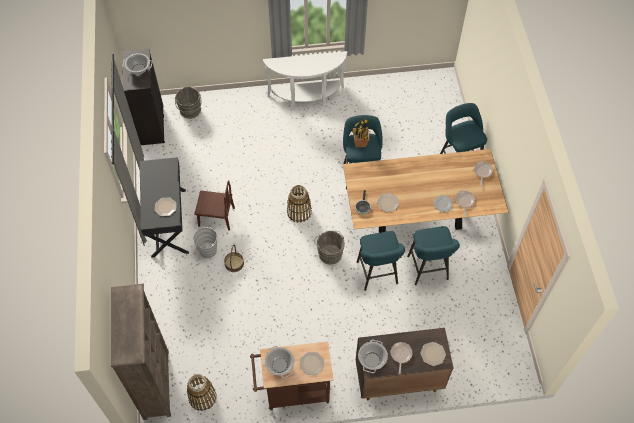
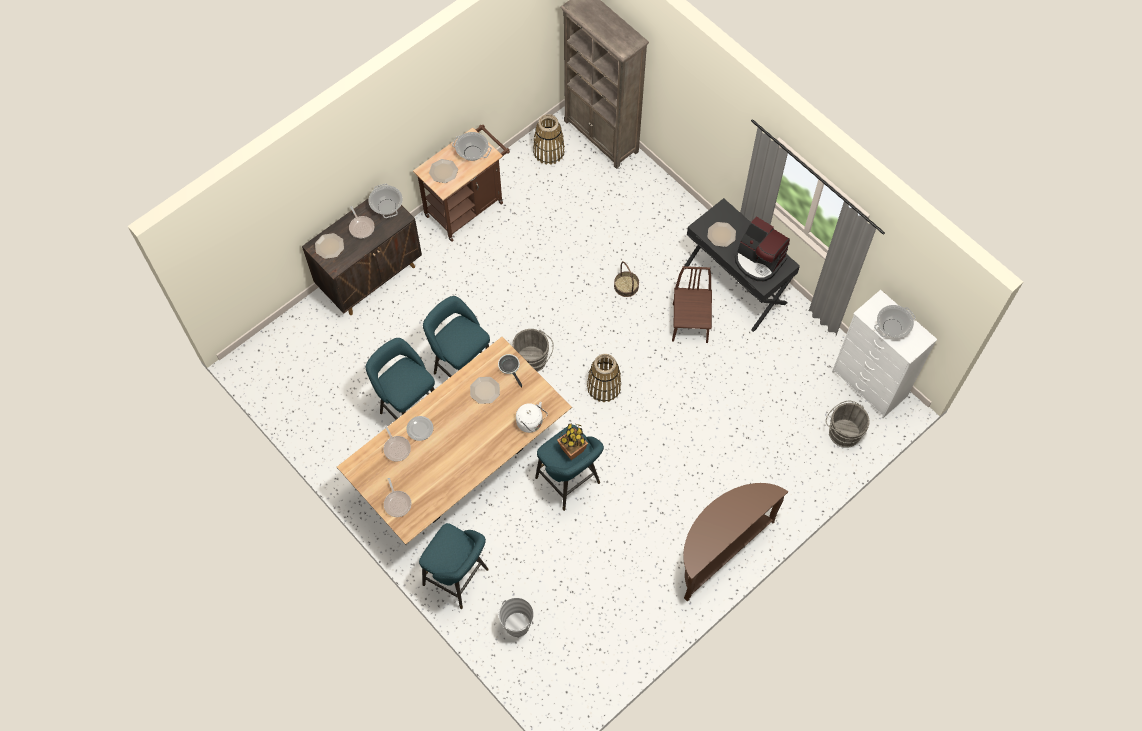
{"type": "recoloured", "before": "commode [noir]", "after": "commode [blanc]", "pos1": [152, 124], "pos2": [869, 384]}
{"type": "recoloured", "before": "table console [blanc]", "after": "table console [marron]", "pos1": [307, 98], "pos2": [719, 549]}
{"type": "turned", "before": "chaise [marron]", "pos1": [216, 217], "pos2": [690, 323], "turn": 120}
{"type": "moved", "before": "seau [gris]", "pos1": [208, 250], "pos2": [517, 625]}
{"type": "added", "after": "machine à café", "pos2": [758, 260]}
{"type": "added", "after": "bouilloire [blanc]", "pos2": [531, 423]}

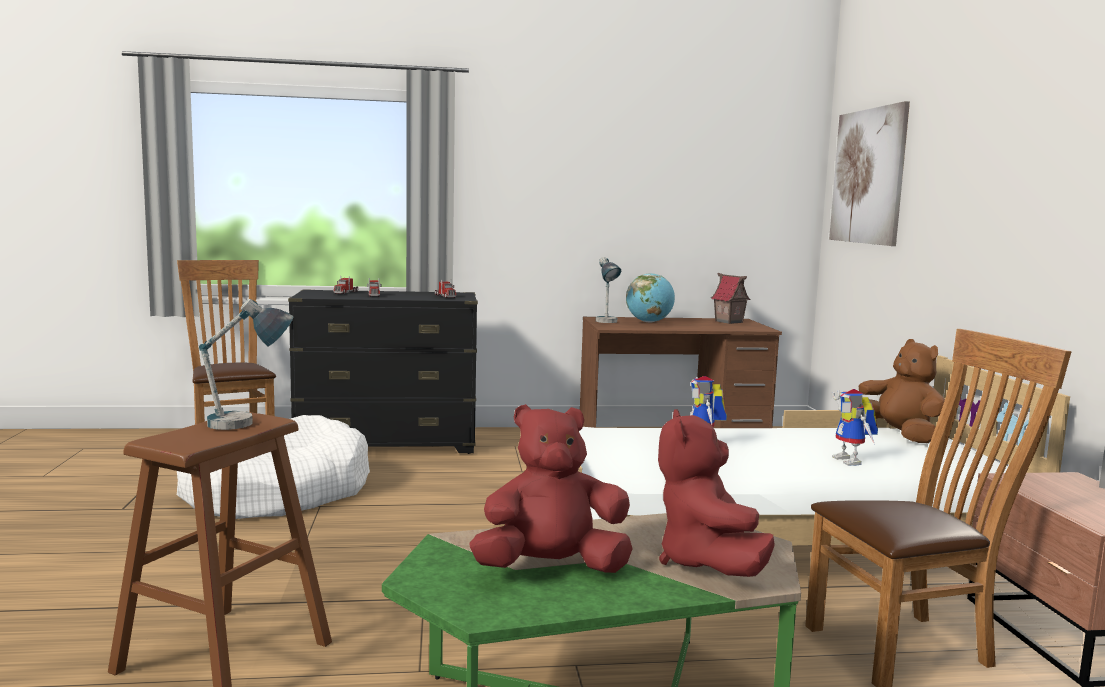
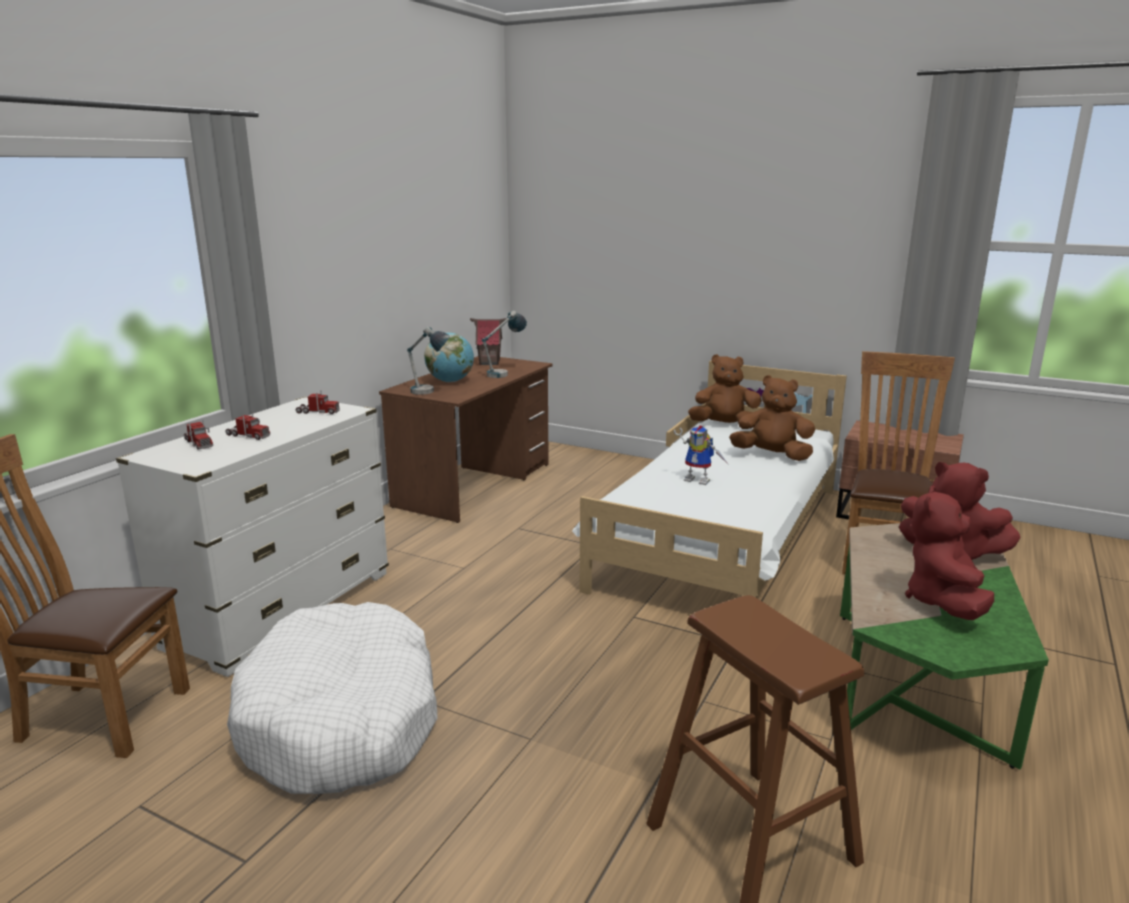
{"type": "removed", "before": "tableau", "pos1": [868, 176]}
{"type": "recoloured", "before": "commode [noir]", "after": "commode [blanc]", "pos1": [387, 444], "pos2": [282, 609]}
{"type": "moved", "before": "lampe de table", "pos1": [247, 425], "pos2": [504, 373]}
{"type": "replaced", "before": "robot jouet", "after": "peluche [marron]", "pos1": [852, 461], "pos2": [772, 455]}

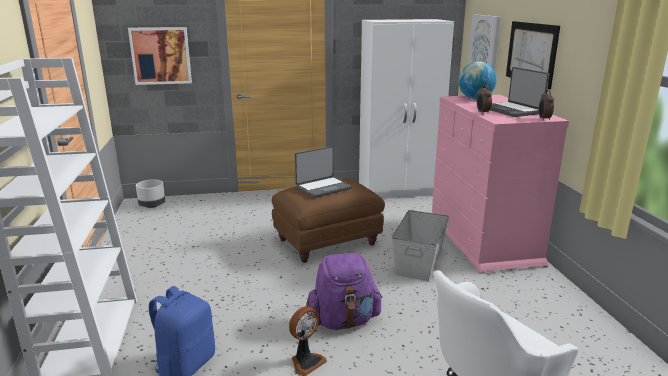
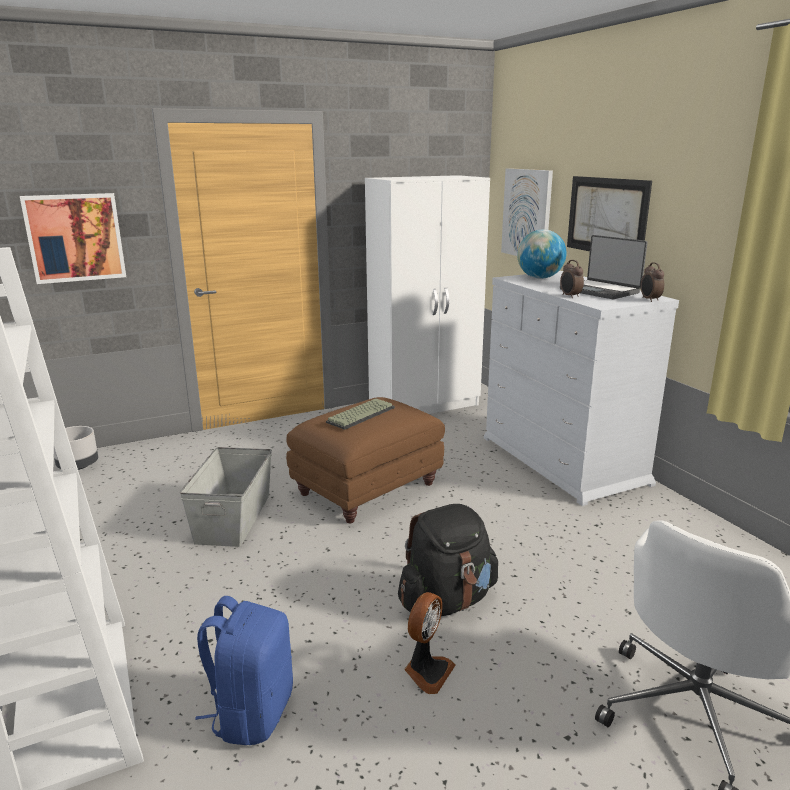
{"type": "recoloured", "before": "commode [rose]", "after": "commode [blanc]", "pos1": [483, 240], "pos2": [563, 460]}
{"type": "replaced", "before": "ordinateur portable", "after": "clavier", "pos1": [323, 188], "pos2": [360, 414]}
{"type": "moved", "before": "boîte de rangement [gris]", "pos1": [418, 261], "pos2": [232, 518]}
{"type": "recoloured", "before": "sac à dos [violet]", "after": "sac à dos [noir]", "pos1": [343, 321], "pos2": [447, 600]}

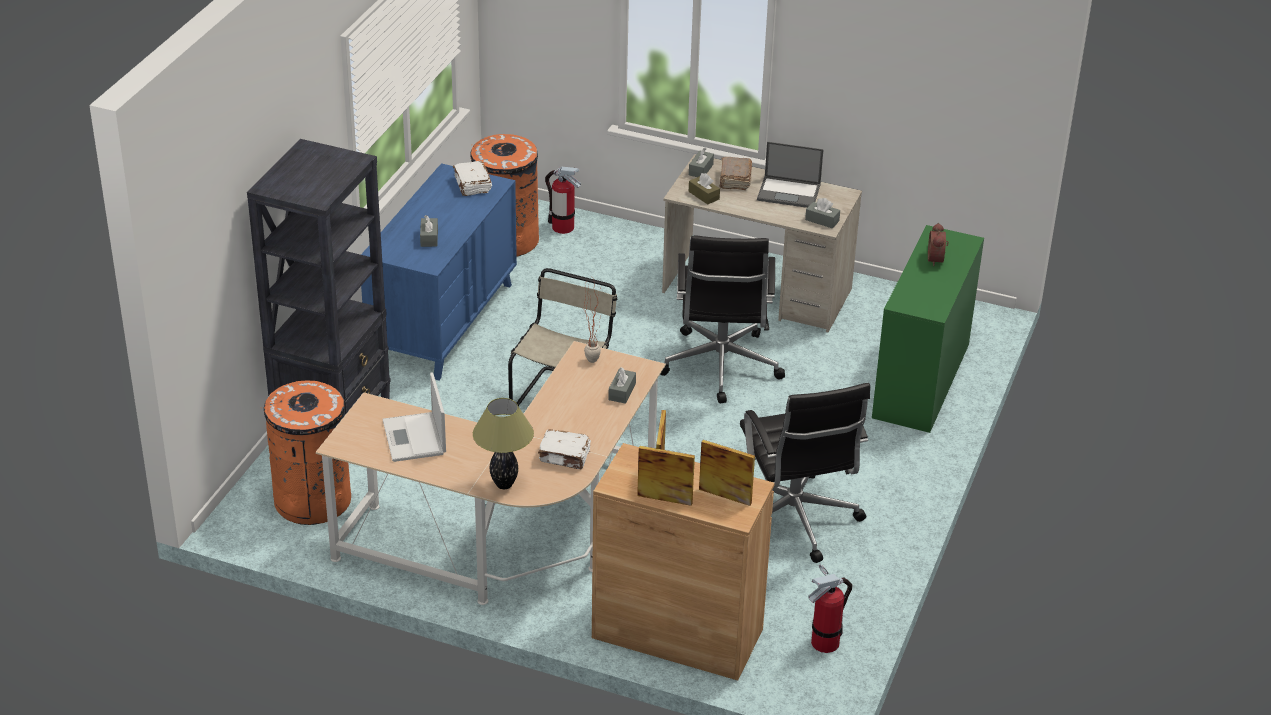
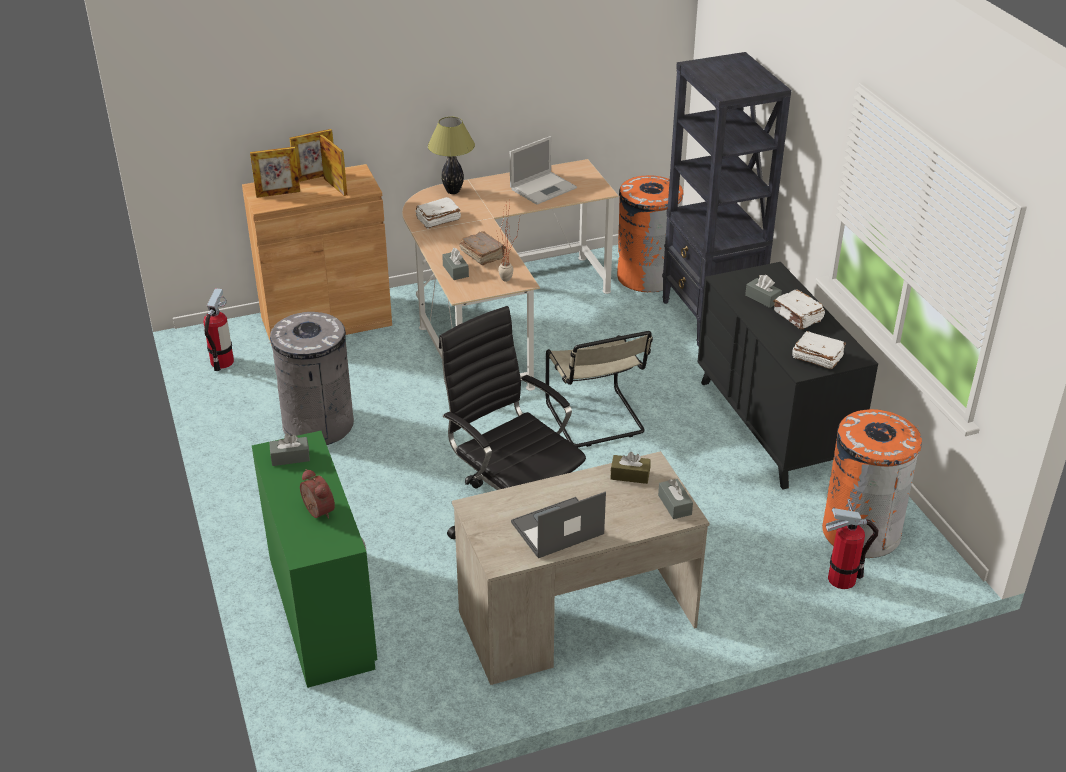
{"type": "moved", "before": "livre [marron]", "pos1": [734, 180], "pos2": [482, 255]}
{"type": "recoloured", "before": "commode [bleu]", "after": "commode [noir]", "pos1": [444, 322], "pos2": [773, 426]}
{"type": "moved", "before": "boîte à mouchoirs [gris]", "pos1": [822, 220], "pos2": [290, 457]}
{"type": "turned", "before": "ordinateur portable", "pos1": [414, 438], "pos2": [544, 188], "turn": 105}
{"type": "replaced", "before": "chaise de bureau [noir]", "after": "poubelle [gris]", "pos1": [794, 521], "pos2": [318, 425]}
{"type": "added", "after": "livre [blanc]", "pos2": [798, 317]}

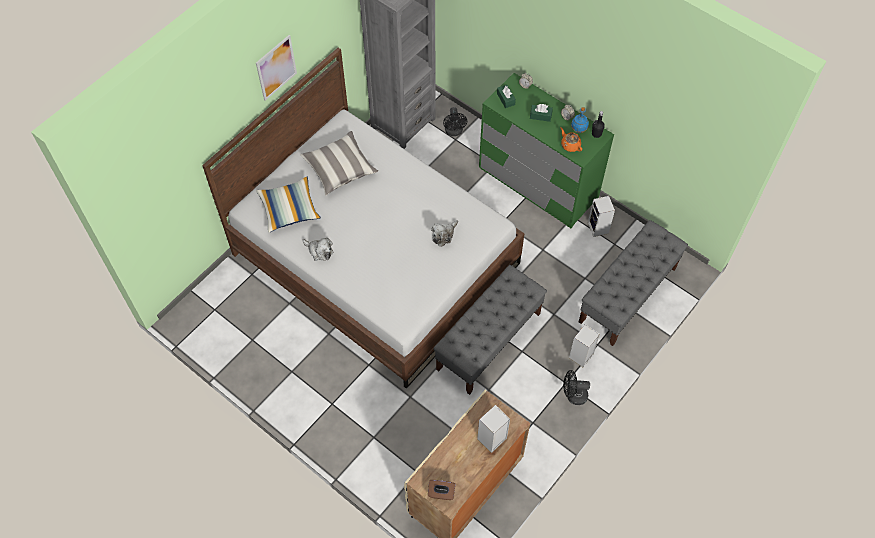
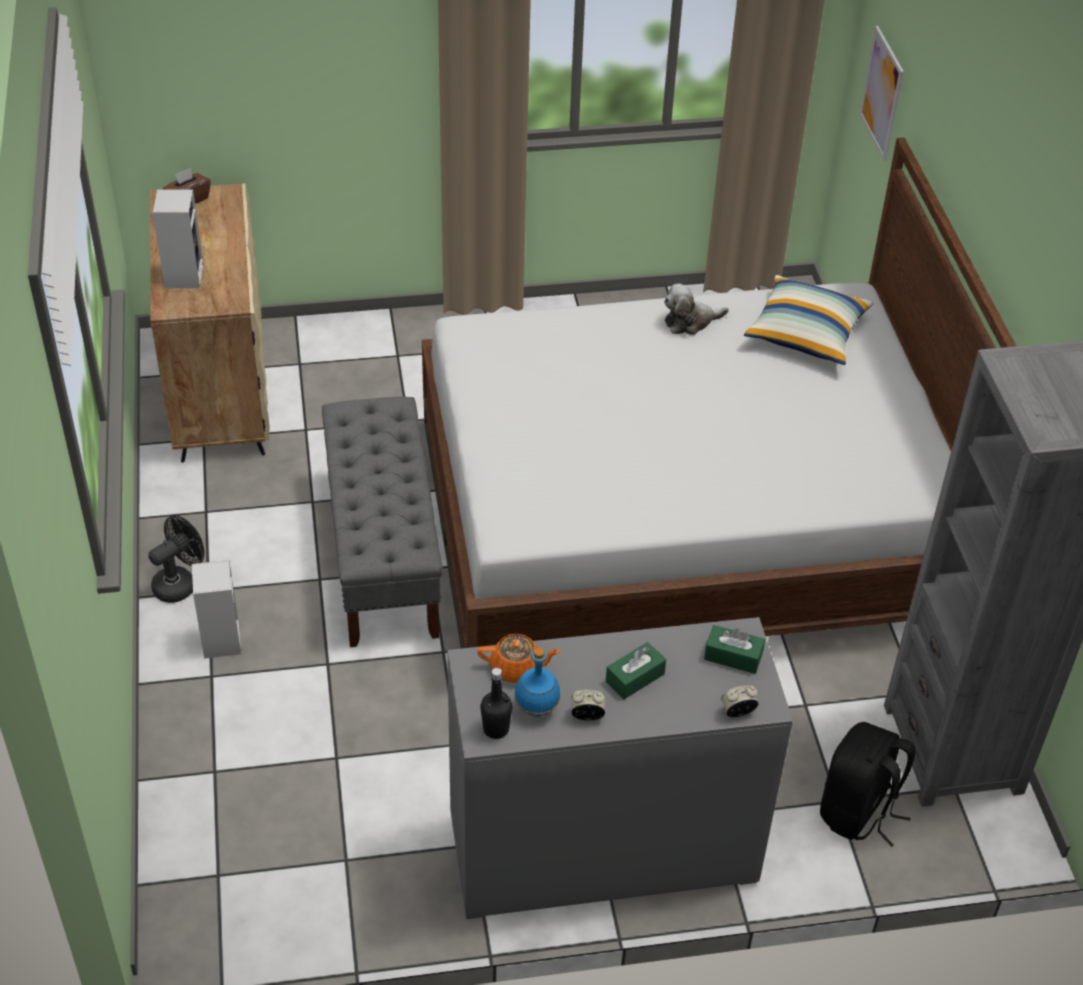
{"type": "moved", "before": "tableau", "pos1": [276, 67], "pos2": [882, 93]}
{"type": "recoloured", "before": "commode [vert]", "after": "commode [gris]", "pos1": [538, 183], "pos2": [602, 851]}
{"type": "replaced", "before": "ventilateur [noir]", "after": "sac à dos [noir]", "pos1": [454, 132], "pos2": [858, 812]}
{"type": "removed", "before": "coussin", "pos1": [339, 169]}
{"type": "removed", "before": "enceinte", "pos1": [598, 228]}
{"type": "removed", "before": "peluche", "pos1": [444, 235]}
{"type": "removed", "before": "banc [gris]", "pos1": [627, 295]}

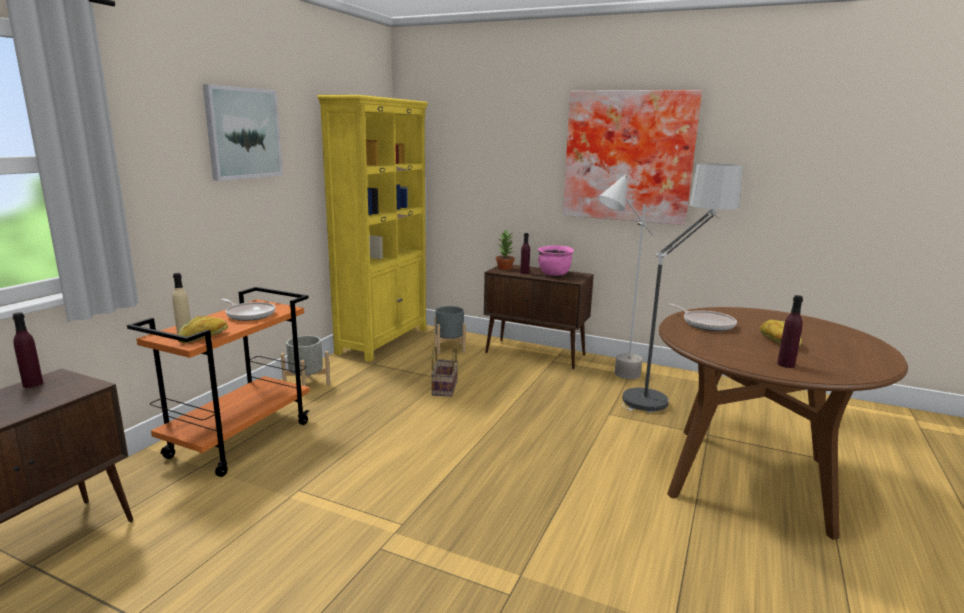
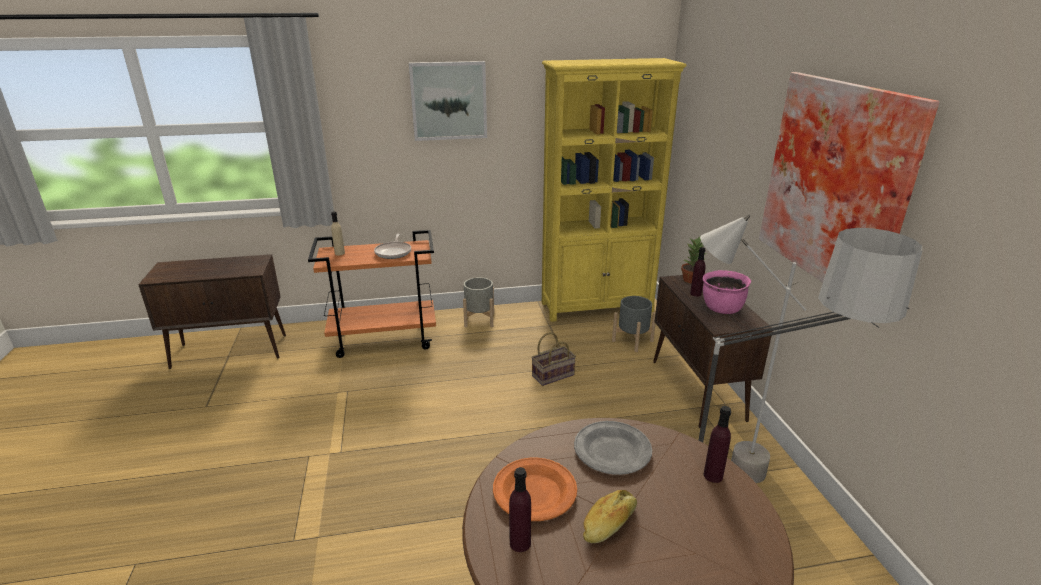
{"type": "replaced", "before": "poêle", "after": "assiette [gris]", "pos1": [706, 324], "pos2": [612, 451]}
{"type": "moved", "before": "bouteille [violet]", "pos1": [33, 384], "pos2": [713, 475]}
{"type": "removed", "before": "pain", "pos1": [204, 337]}
{"type": "added", "after": "assiette [orange]", "pos2": [534, 492]}

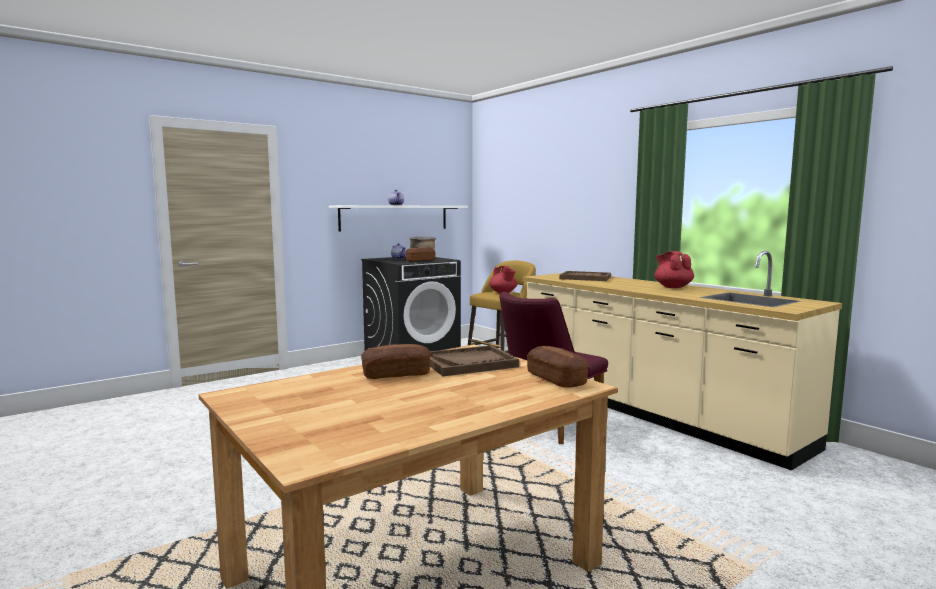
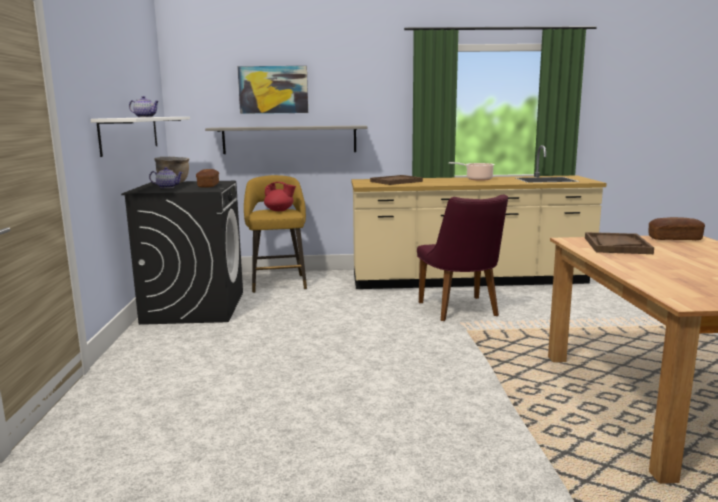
{"type": "replaced", "before": "théière [rouge]", "after": "marmite", "pos1": [672, 287], "pos2": [477, 179]}
{"type": "removed", "before": "pain", "pos1": [396, 374]}
{"type": "added", "after": "tableau", "pos2": [273, 90]}
{"type": "added", "after": "étagère [gris]", "pos2": [289, 139]}

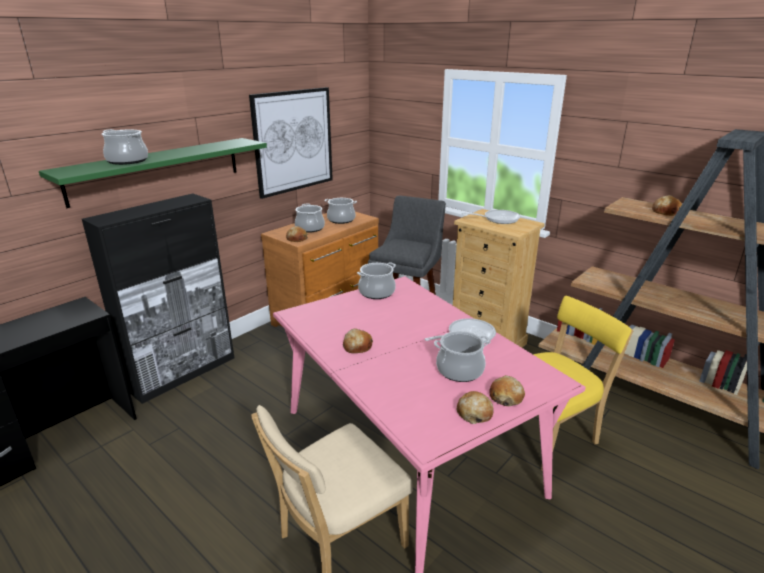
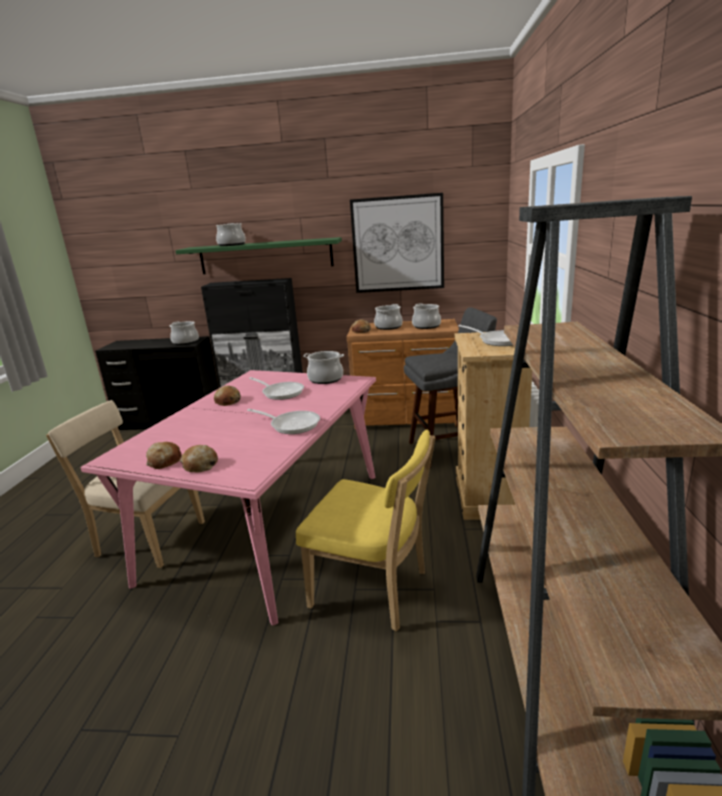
{"type": "removed", "before": "pain", "pos1": [666, 212]}
{"type": "moved", "before": "marmite", "pos1": [460, 370], "pos2": [185, 342]}
{"type": "added", "after": "poêle", "pos2": [281, 392]}

